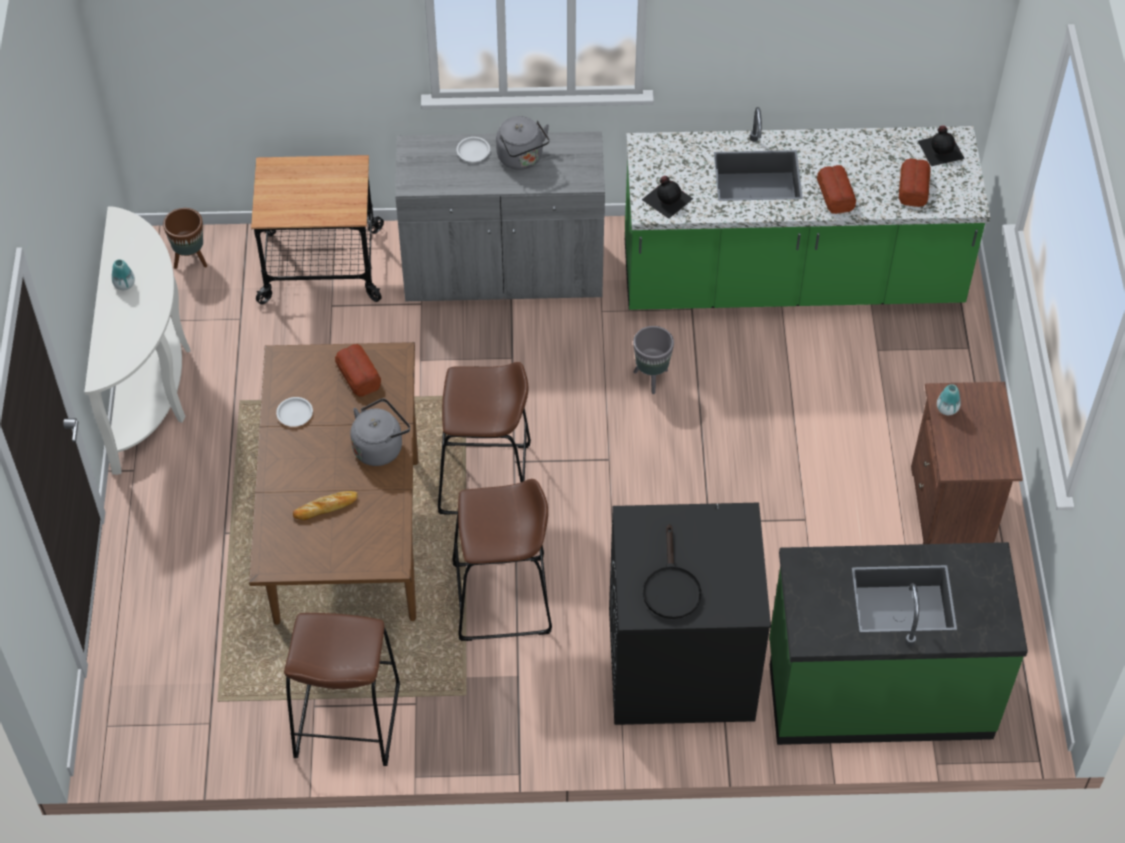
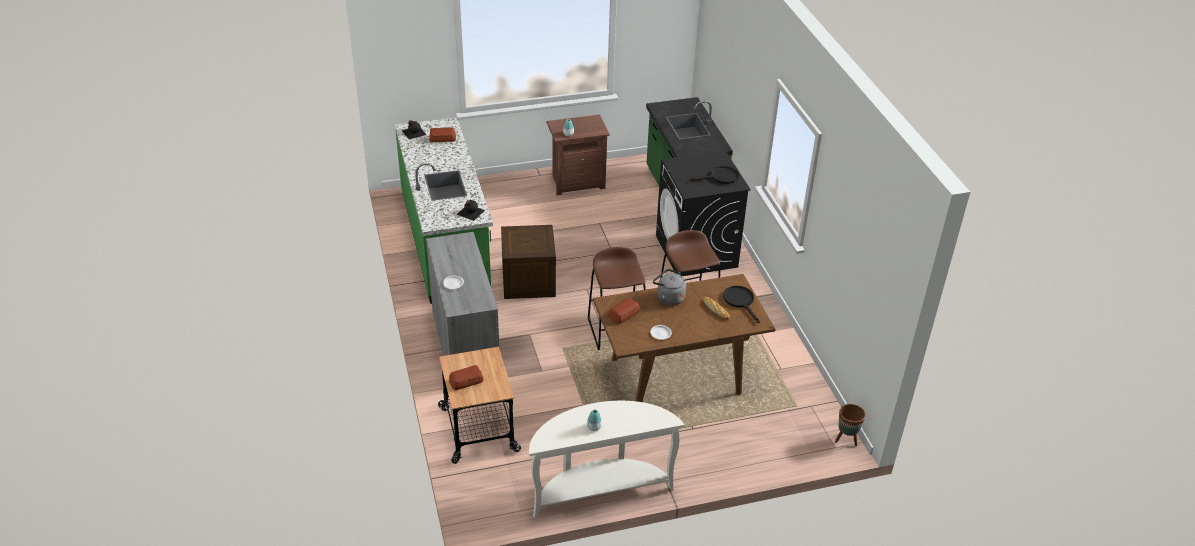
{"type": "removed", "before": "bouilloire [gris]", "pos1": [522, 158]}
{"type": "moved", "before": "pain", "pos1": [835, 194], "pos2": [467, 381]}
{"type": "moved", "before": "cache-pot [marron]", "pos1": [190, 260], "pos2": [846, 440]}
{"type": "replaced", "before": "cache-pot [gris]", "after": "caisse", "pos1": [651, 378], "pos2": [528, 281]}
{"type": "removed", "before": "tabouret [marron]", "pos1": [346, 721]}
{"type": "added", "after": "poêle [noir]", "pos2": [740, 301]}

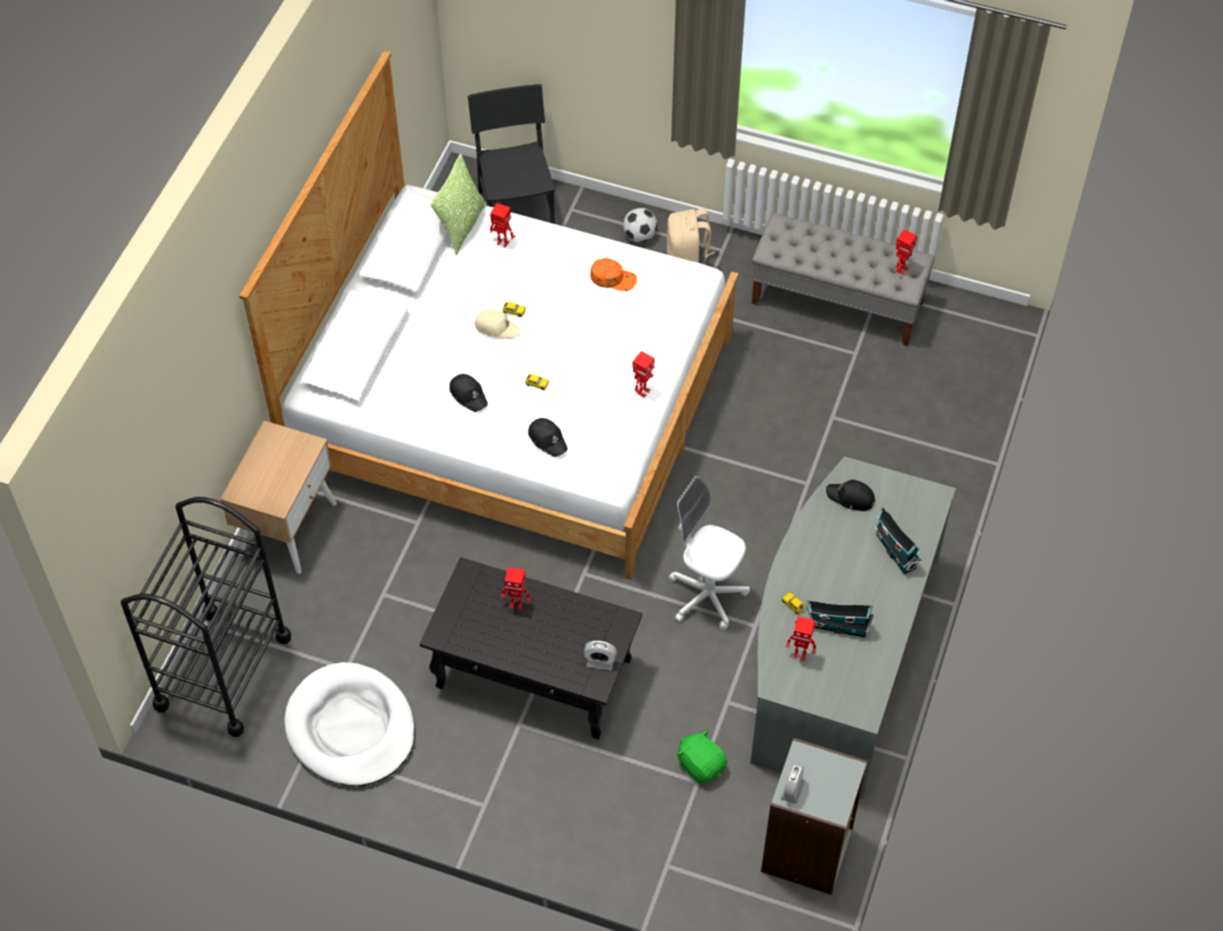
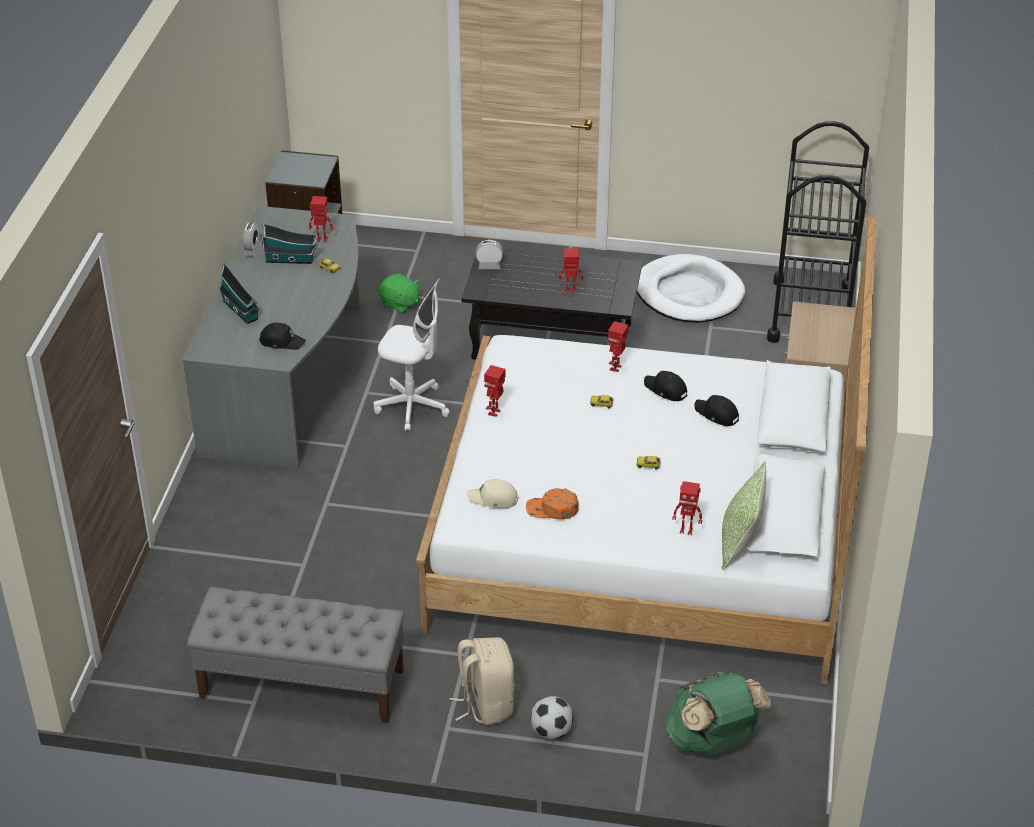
{"type": "replaced", "before": "chaise [noir]", "after": "sac à dos [vert]", "pos1": [516, 212], "pos2": [711, 741]}
{"type": "moved", "before": "robot jouet", "pos1": [901, 269], "pos2": [616, 368]}
{"type": "moved", "before": "casquette [beige]", "pos1": [496, 327], "pos2": [493, 499]}
{"type": "moved", "before": "casquette [noir]", "pos1": [548, 439], "pos2": [716, 414]}
{"type": "moved", "before": "réveil", "pos1": [792, 790], "pos2": [252, 250]}

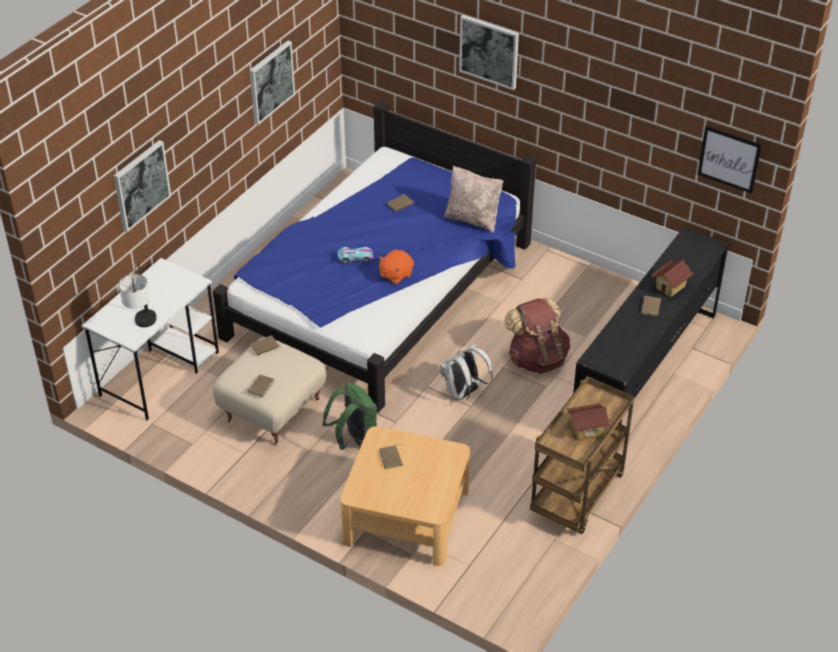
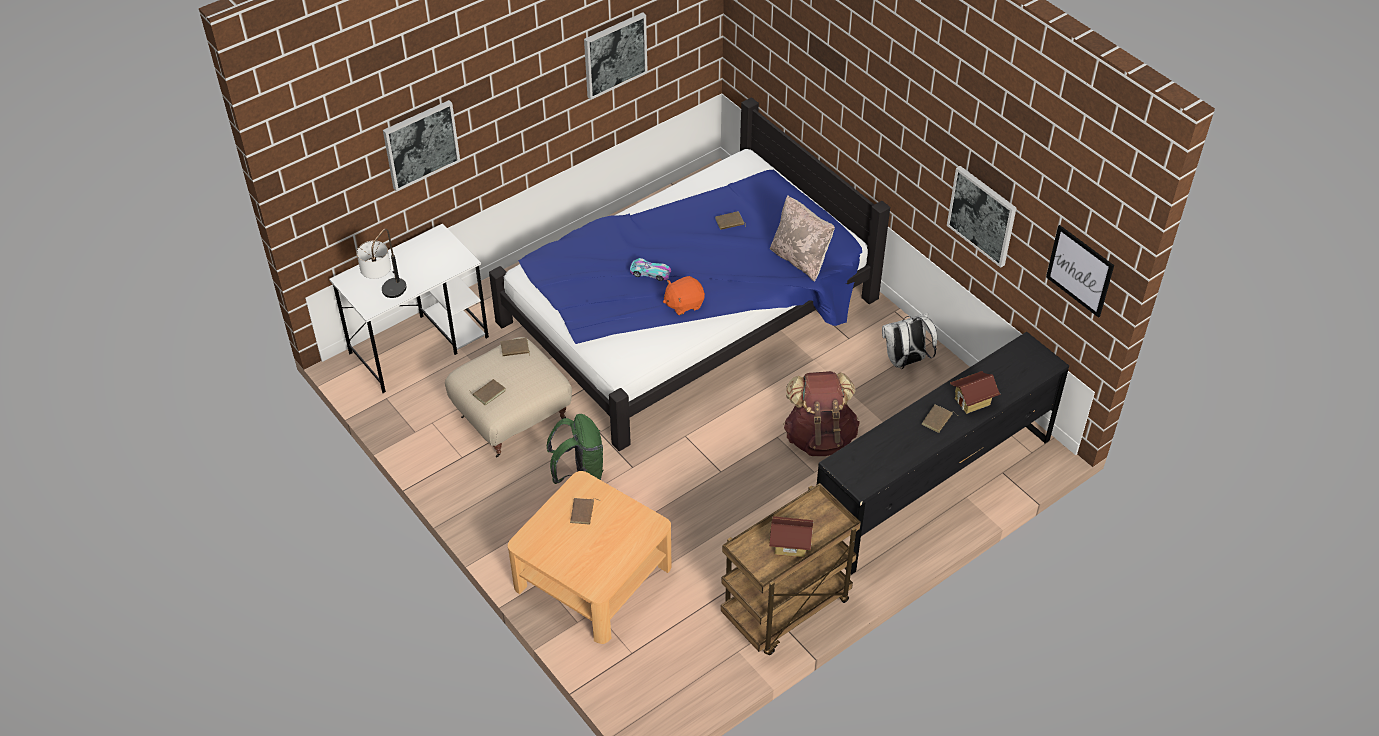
{"type": "moved", "before": "tableau", "pos1": [489, 51], "pos2": [982, 215]}
{"type": "moved", "before": "sac à dos [blanc]", "pos1": [464, 393], "pos2": [905, 361]}

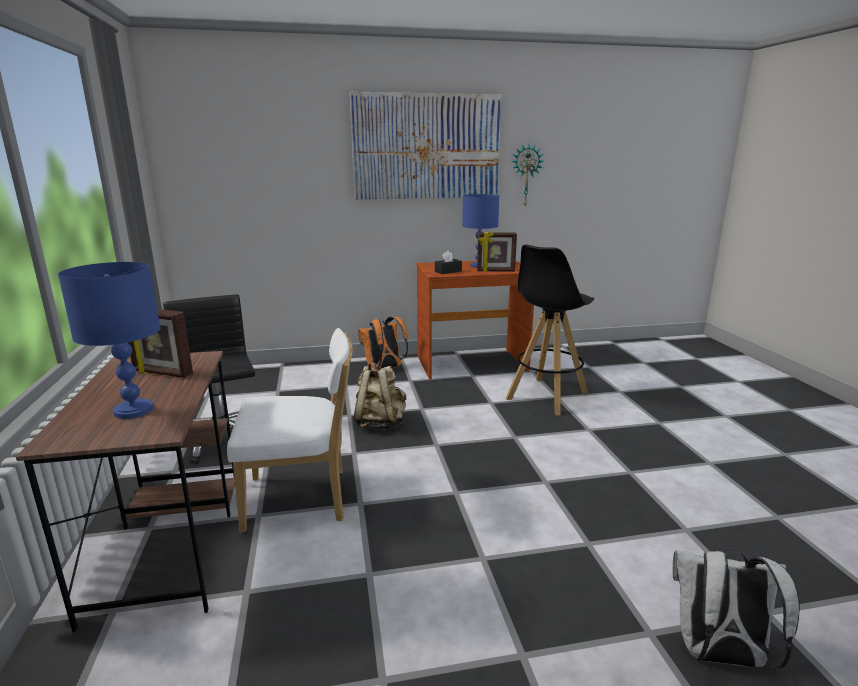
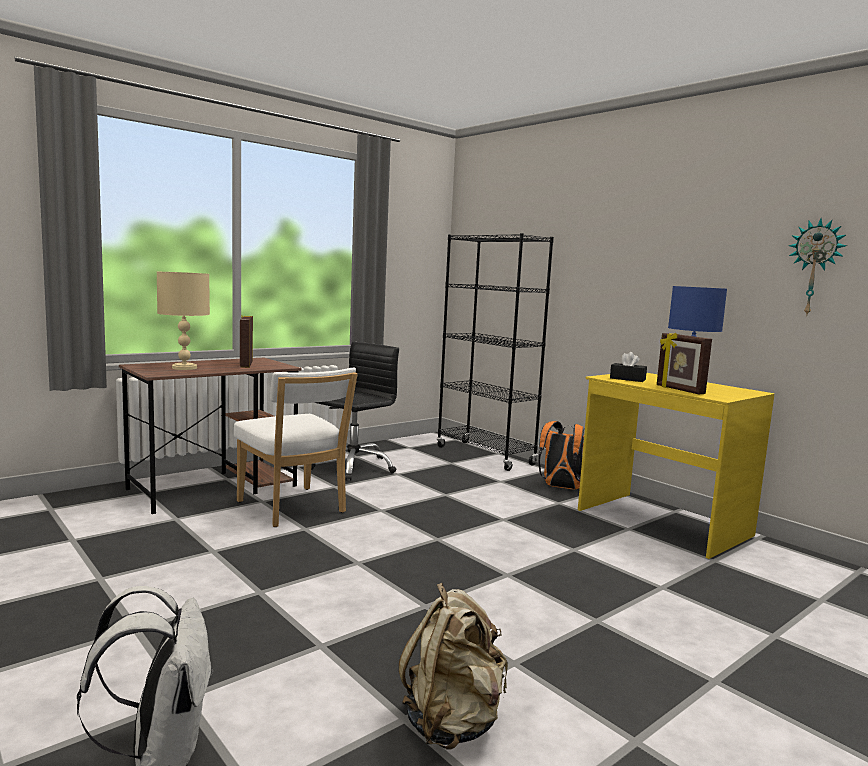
{"type": "removed", "before": "tableau", "pos1": [426, 147]}
{"type": "removed", "before": "tabouret [noir]", "pos1": [546, 396]}
{"type": "recoloured", "before": "bureau [marron]", "after": "bureau [jaune]", "pos1": [471, 364], "pos2": [661, 523]}
{"type": "recoloured", "before": "lampe de table [bleu]", "after": "lampe de table [beige]", "pos1": [132, 410], "pos2": [184, 368]}
{"type": "moved", "before": "sac à dos [beige]", "pos1": [380, 423], "pos2": [453, 722]}
{"type": "added", "after": "bibliothèque [noir]", "pos2": [485, 456]}

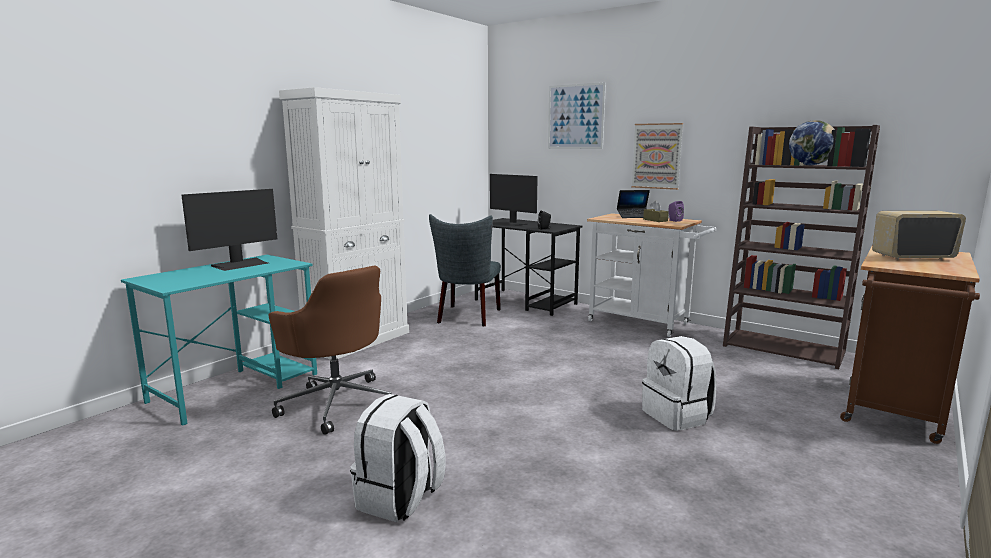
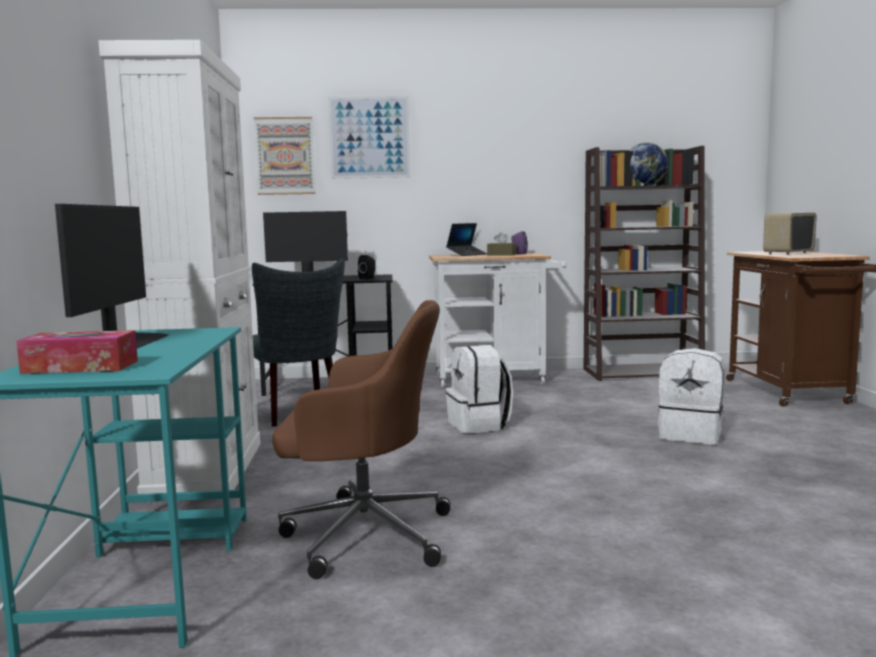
{"type": "moved", "before": "tableau", "pos1": [657, 156], "pos2": [285, 156]}
{"type": "moved", "before": "sac à dos [blanc]", "pos1": [400, 499], "pos2": [479, 425]}
{"type": "added", "after": "boîte à mouchoirs", "pos2": [80, 367]}

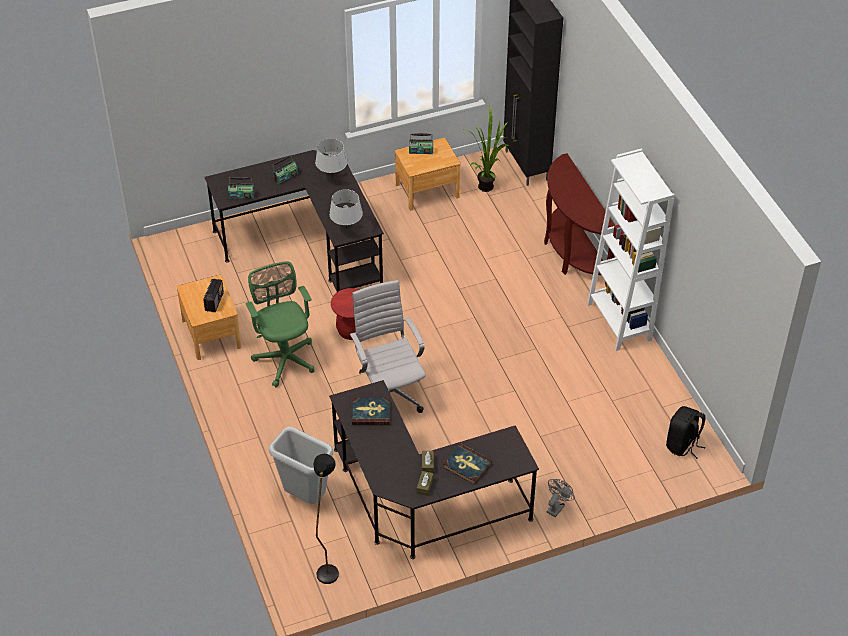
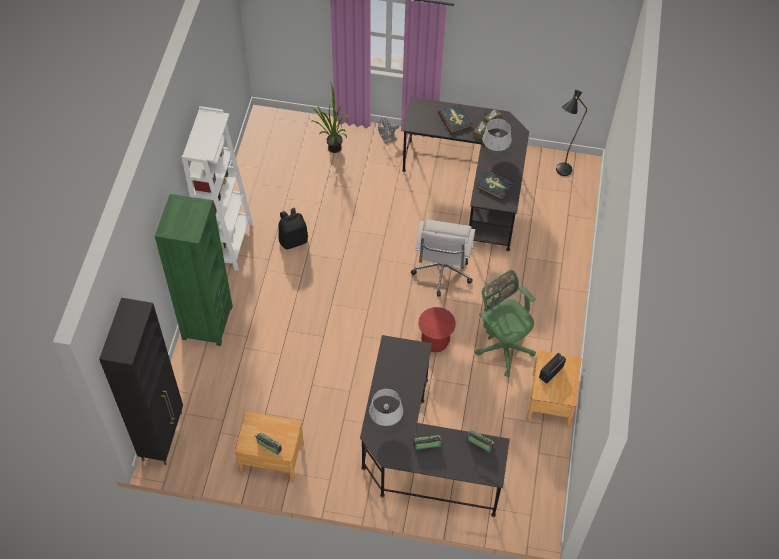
{"type": "moved", "before": "plante en pot", "pos1": [487, 185], "pos2": [331, 149]}
{"type": "replaced", "before": "table console [marron]", "after": "bibliothèque [vert]", "pos1": [571, 252], "pos2": [207, 322]}
{"type": "moved", "before": "lampe de table [gris]", "pos1": [346, 229], "pos2": [495, 151]}
{"type": "turned", "before": "chaise de bureau [vert]", "pos1": [284, 357], "pos2": [502, 345], "turn": 135}
{"type": "moved", "before": "sac à dos [noir]", "pos1": [683, 445], "pos2": [293, 240]}
{"type": "removed", "before": "poubelle [gris]", "pos1": [304, 497]}

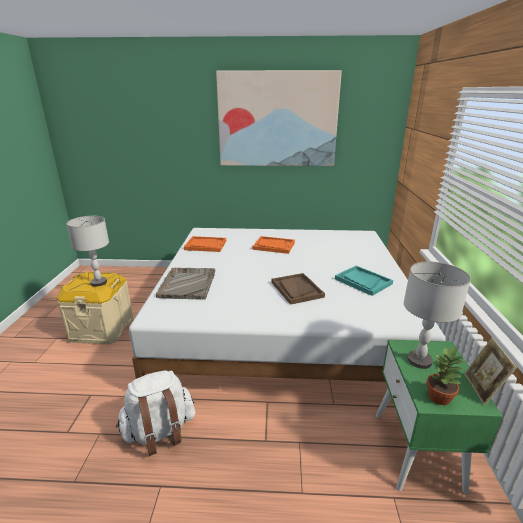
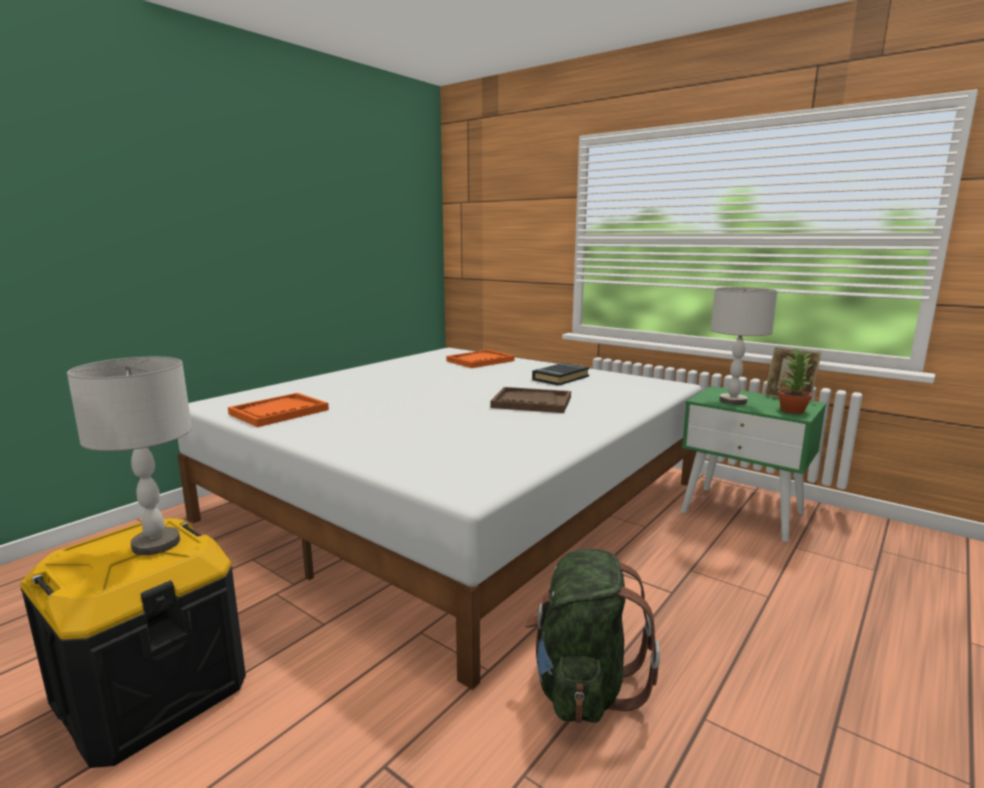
{"type": "removed", "before": "tableau", "pos1": [277, 120]}
{"type": "moved", "before": "plateau [orange]", "pos1": [273, 246], "pos2": [480, 361]}
{"type": "replaced", "before": "plateau [turquoise]", "after": "livre [noir]", "pos1": [363, 281], "pos2": [560, 378]}
{"type": "removed", "before": "plateau [gris]", "pos1": [188, 284]}
{"type": "recoloured", "before": "boîte de rangement [beige]", "after": "boîte de rangement [noir]", "pos1": [102, 329], "pos2": [150, 691]}
{"type": "recoloured", "before": "sac à dos [blanc]", "after": "sac à dos [vert]", "pos1": [160, 431], "pos2": [583, 686]}

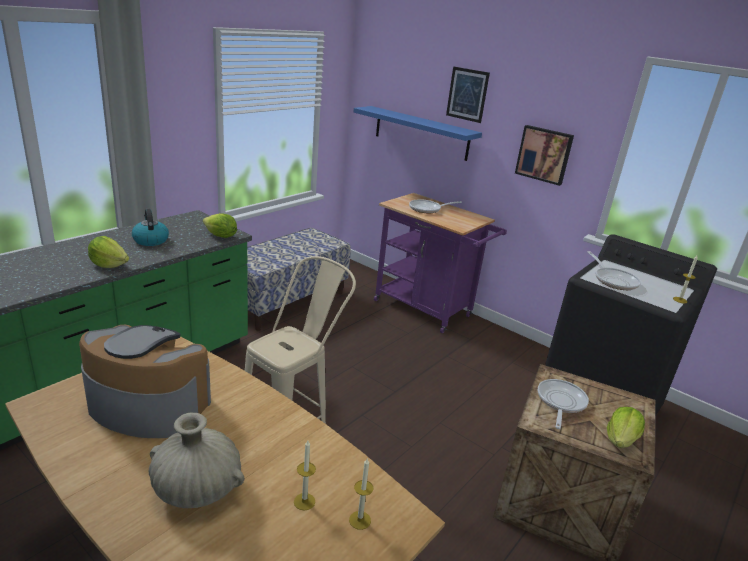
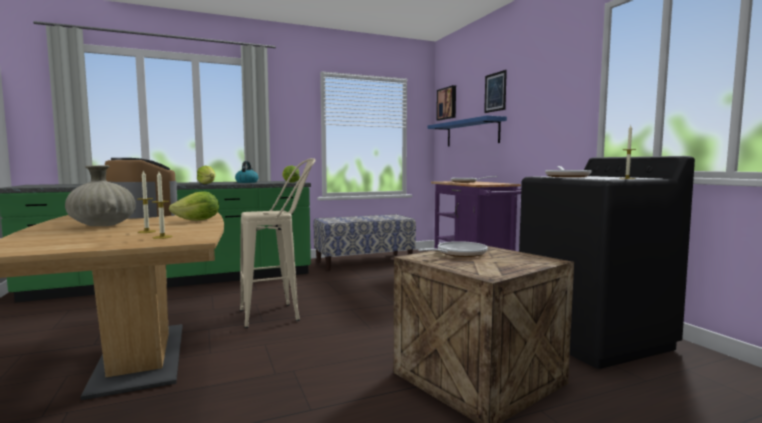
{"type": "moved", "before": "tableau", "pos1": [544, 154], "pos2": [447, 103]}
{"type": "moved", "before": "laitue", "pos1": [621, 440], "pos2": [198, 220]}

